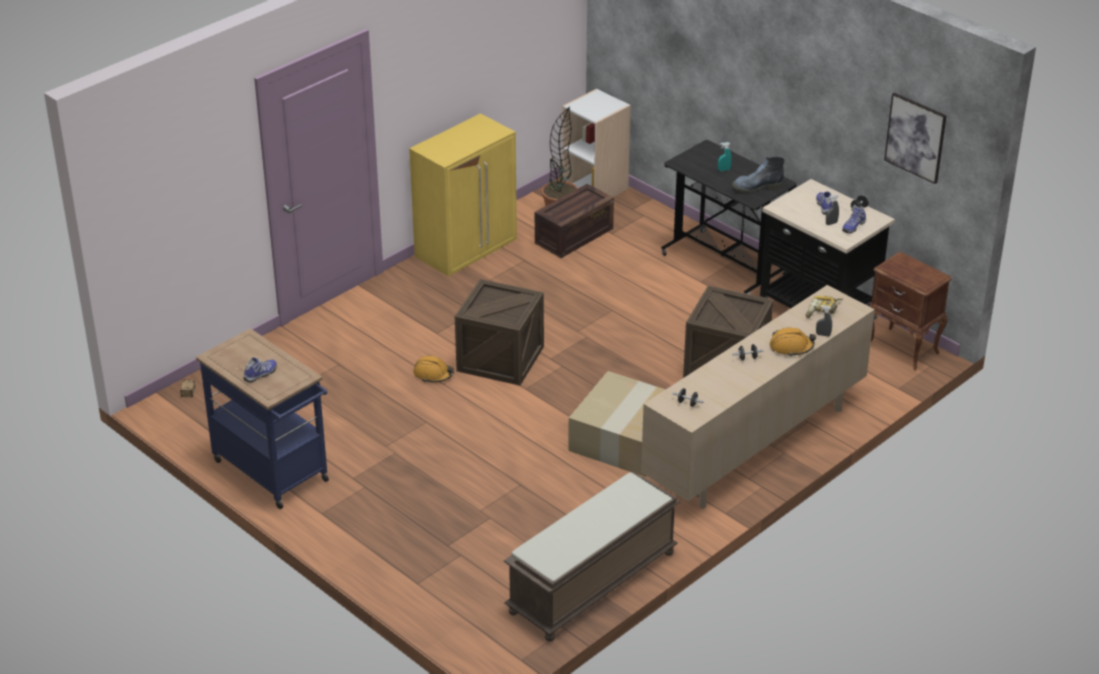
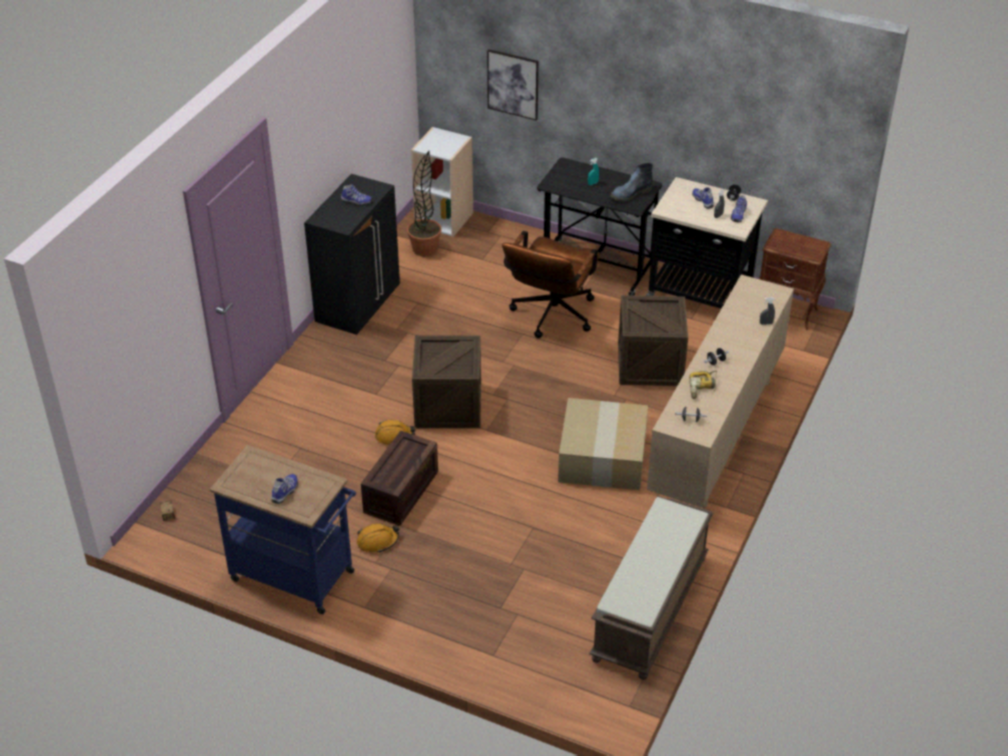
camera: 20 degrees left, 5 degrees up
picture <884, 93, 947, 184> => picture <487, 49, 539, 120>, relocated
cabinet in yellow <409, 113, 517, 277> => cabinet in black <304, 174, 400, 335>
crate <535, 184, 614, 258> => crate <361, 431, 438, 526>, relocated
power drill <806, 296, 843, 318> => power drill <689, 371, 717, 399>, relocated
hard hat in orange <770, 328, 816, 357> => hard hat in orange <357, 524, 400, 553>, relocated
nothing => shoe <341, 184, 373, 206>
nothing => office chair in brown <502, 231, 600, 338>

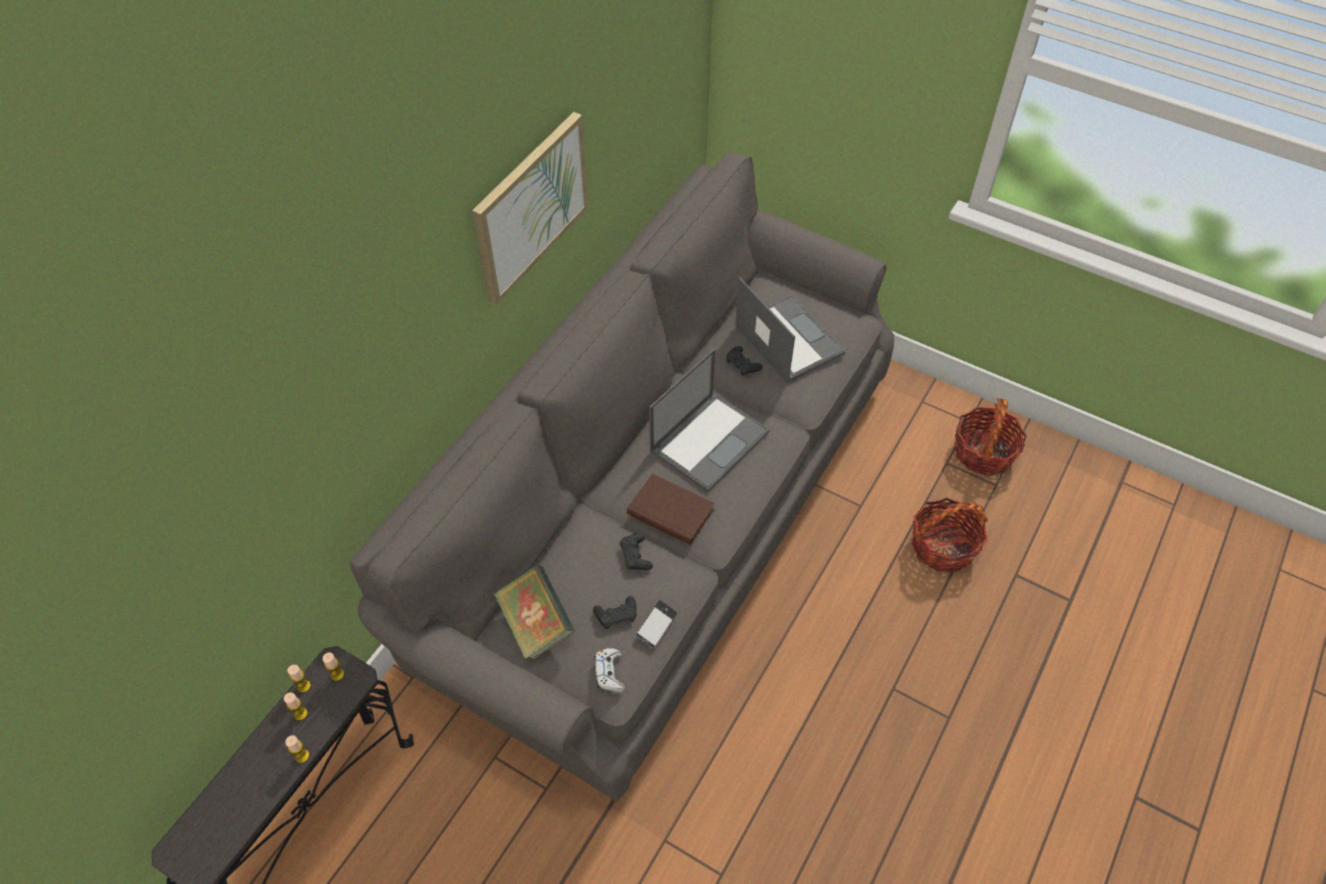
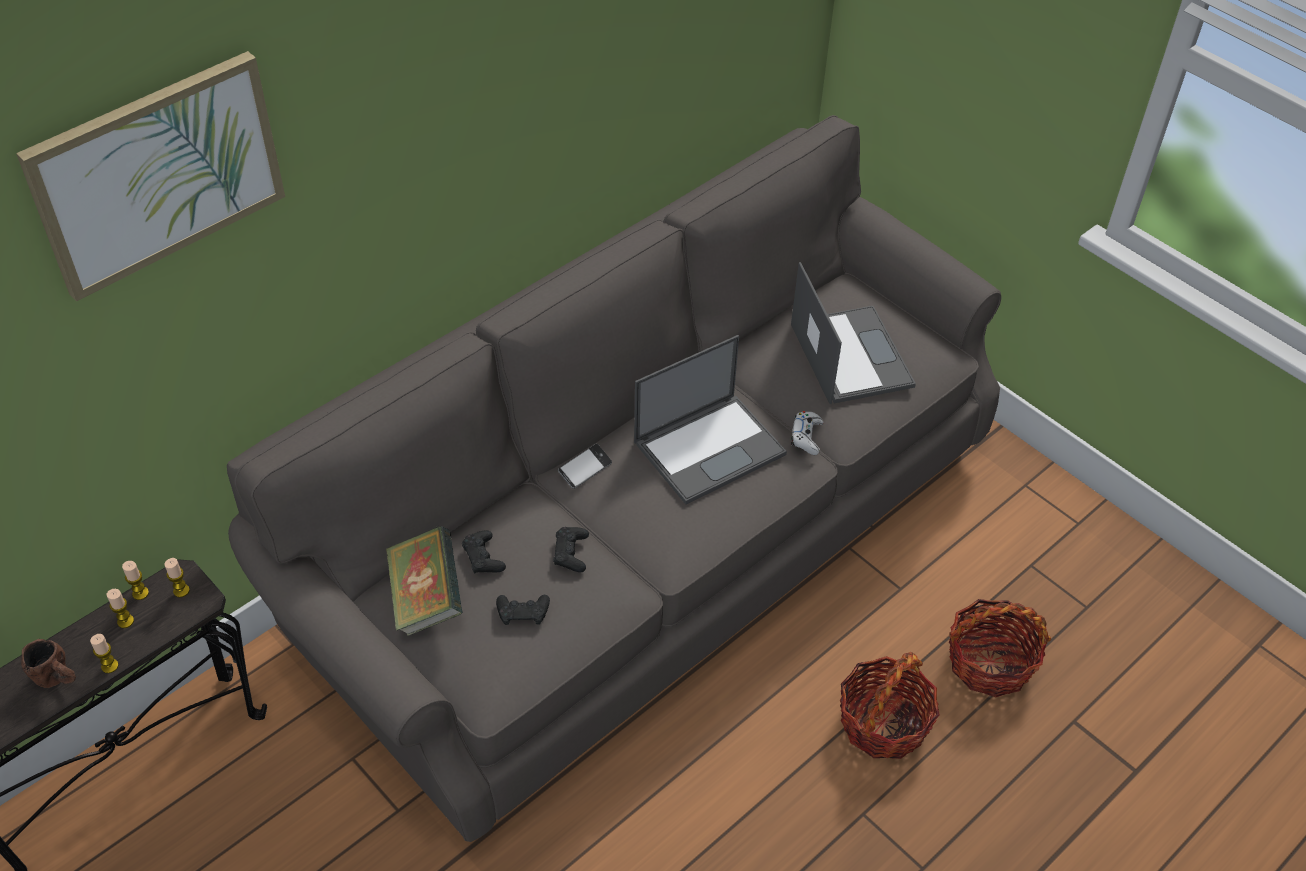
camera: 15 degrees right, 5 degrees down
picture <472, 112, 589, 305> => picture <16, 51, 285, 301>, relocated
game controller in black <726, 346, 763, 376> => game controller in black <462, 531, 506, 574>, relocated
basket <955, 398, 1027, 476> => basket <840, 652, 940, 759>, relocated
book in brown <627, 474, 714, 545> => nothing
phone <636, 600, 677, 648> => phone <558, 444, 612, 489>, relocated
game controller in white <594, 648, 625, 692> => game controller in white <791, 411, 824, 455>, relocated
nothing => mug in brown <21, 639, 76, 688>

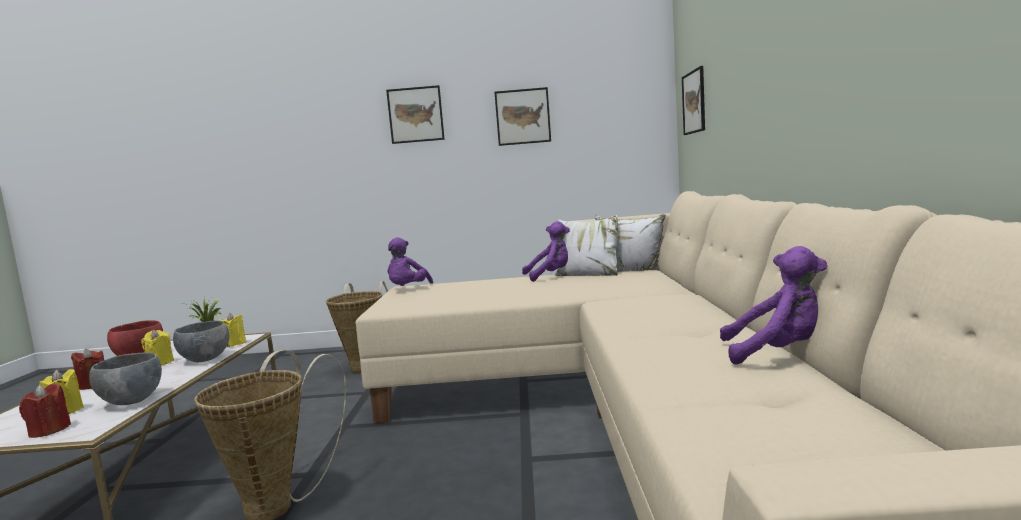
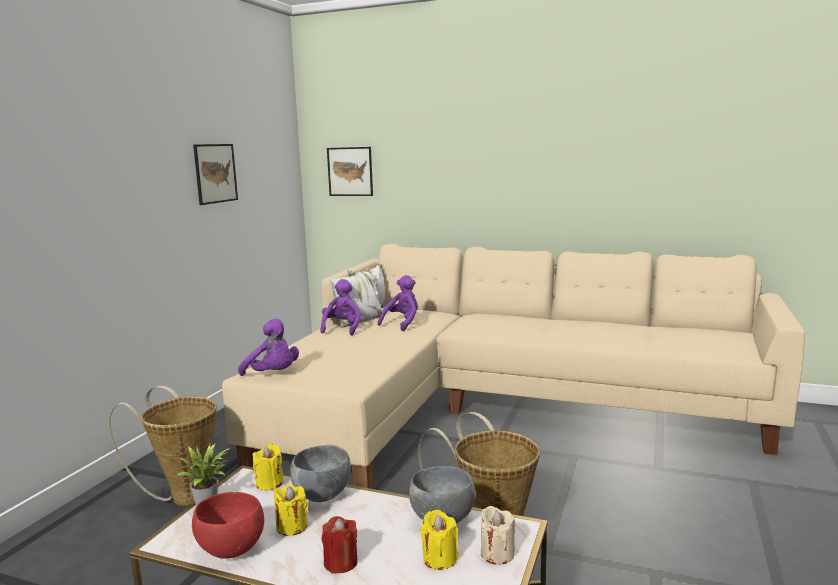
camera: 70 degrees left, 5 degrees up
picture <386, 85, 445, 144> => nothing
plush toy in purple <720, 246, 827, 365> => plush toy in purple <377, 275, 418, 331>, relocated
candle in red <19, 383, 71, 438> => candle in beige <481, 506, 516, 565>

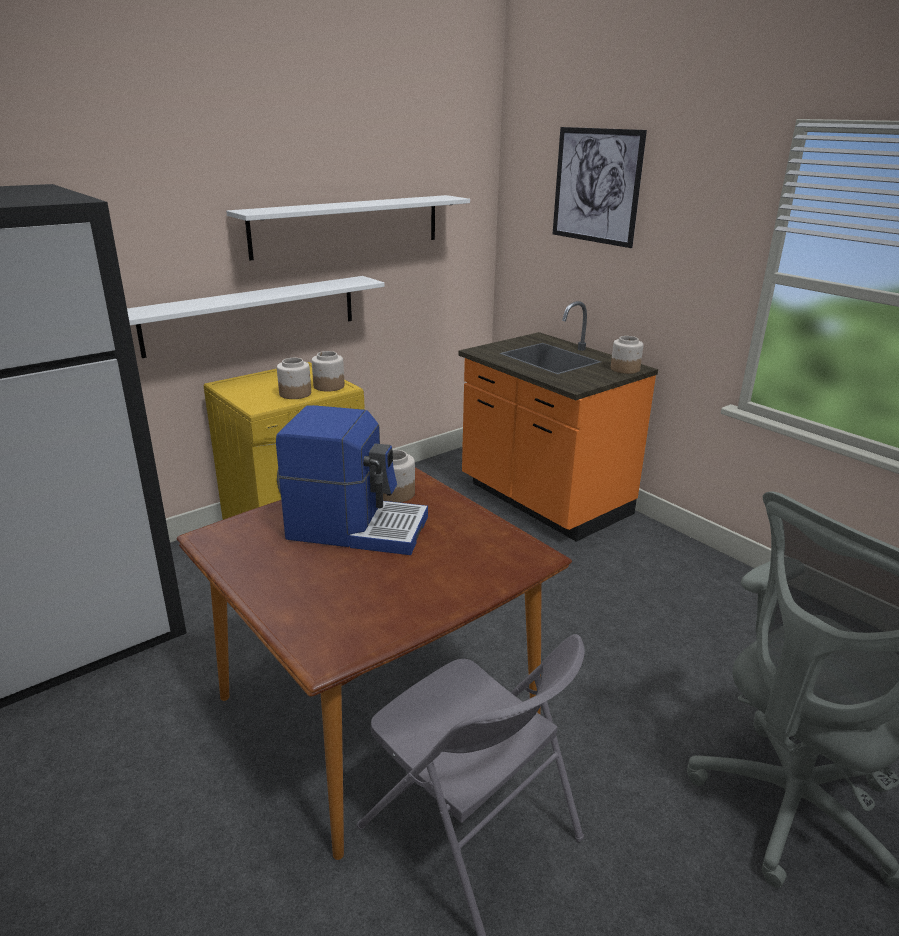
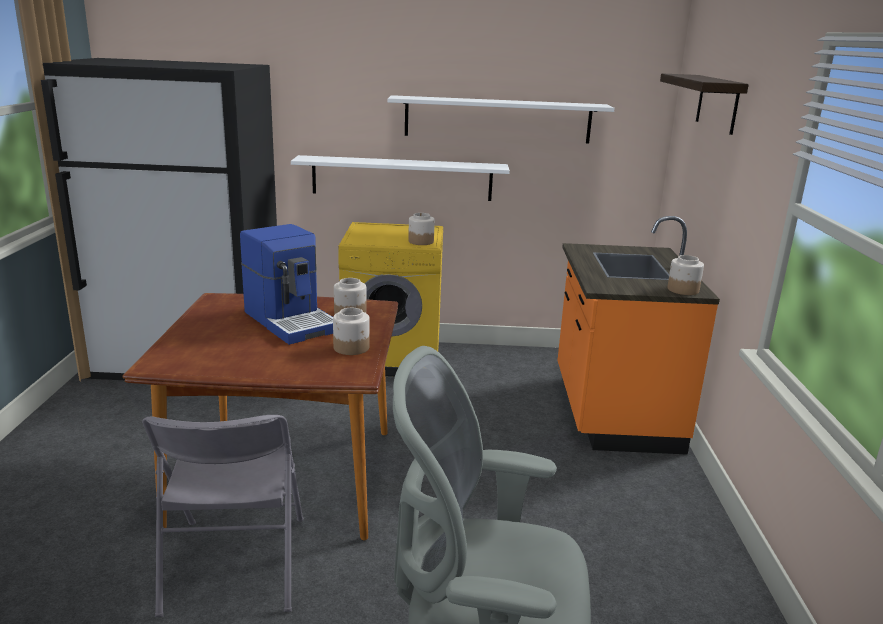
camera: 40 degrees right, 5 degrees down
picture <553, 127, 647, 248> => shelf <660, 73, 749, 135>
jar <277, 358, 311, 399> => jar <333, 308, 370, 355>, relocated

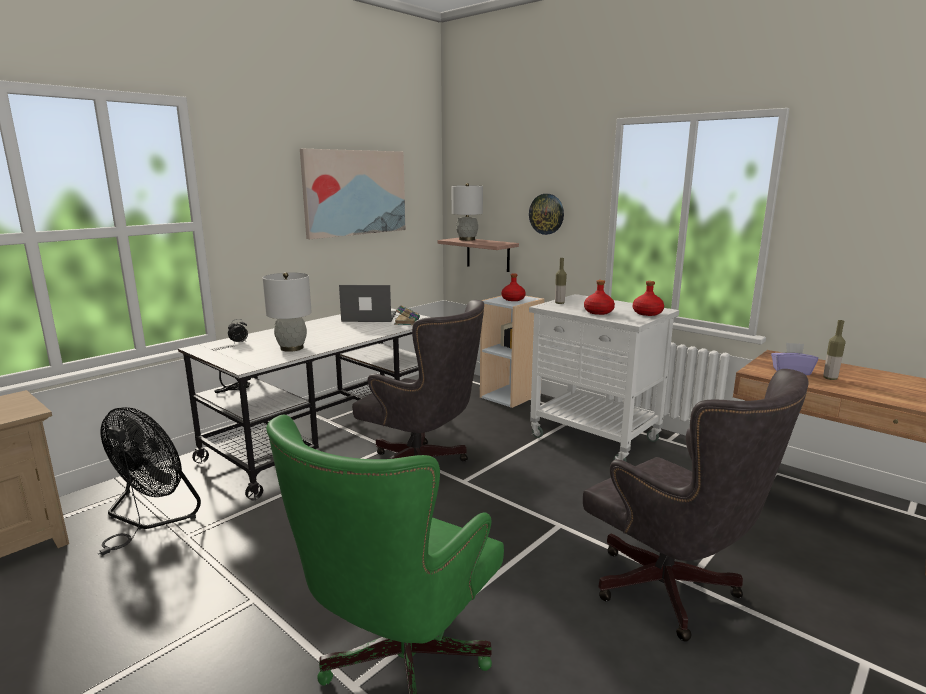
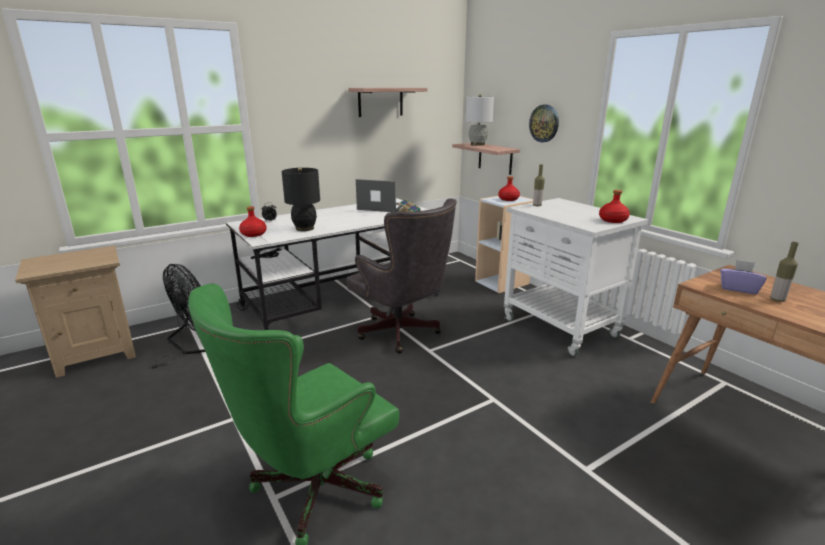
camera: 15 degrees right, 5 degrees up
picture <300, 149, 406, 239> => shelf <348, 88, 427, 117>
table lamp in white <263, 272, 312, 352> => table lamp in black <282, 167, 320, 231>
bottle in red <584, 280, 615, 315> => bottle in red <239, 206, 267, 237>, relocated
office chair in grey <583, 369, 809, 642> => nothing

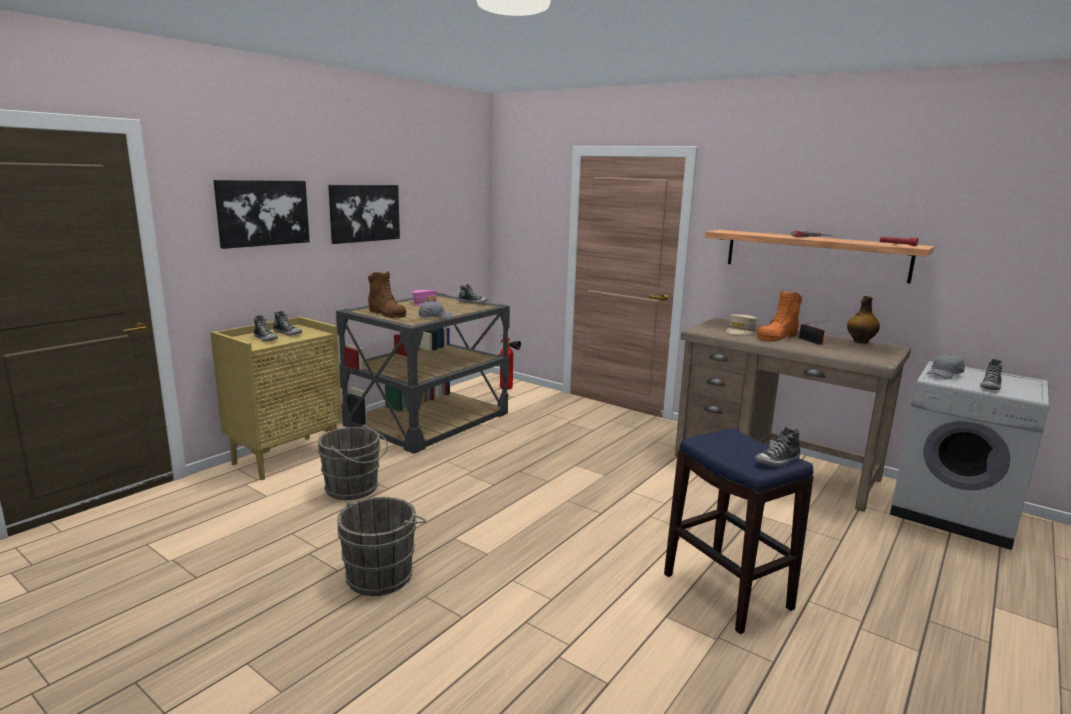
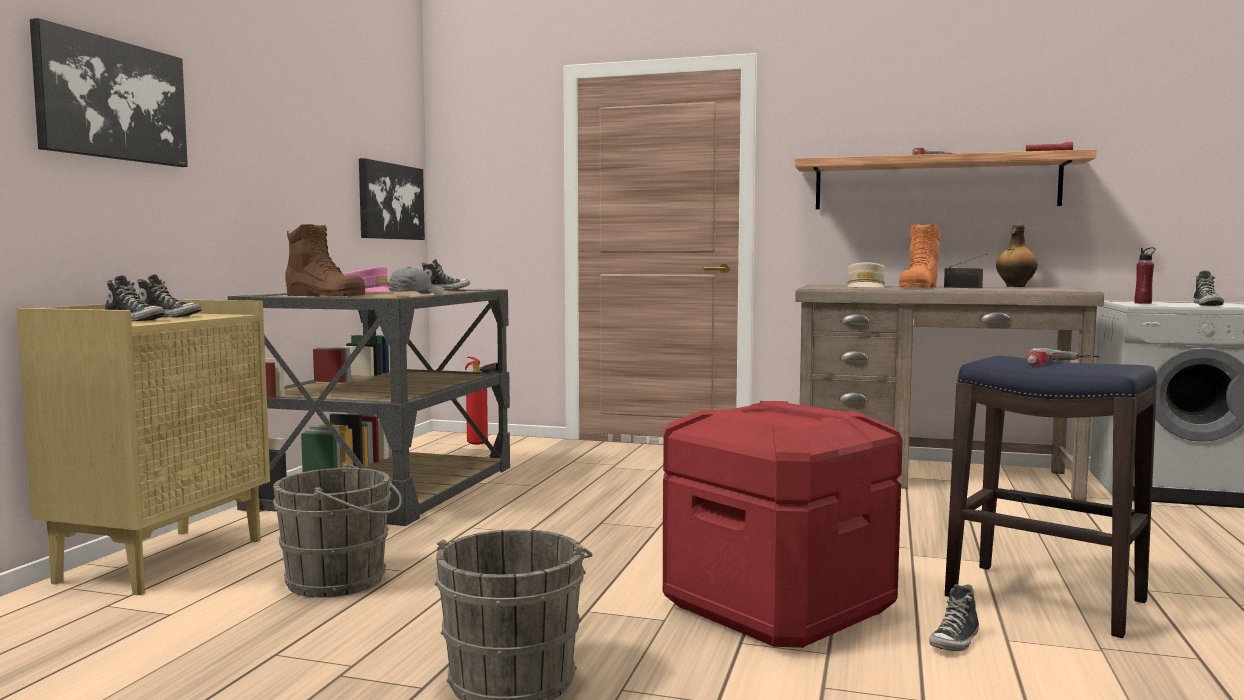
camera: 20 degrees left, 10 degrees down
picture <328, 185, 400, 244> => picture <359, 158, 425, 240>, relocated
cap in grey <927, 354, 965, 379> => bottle in red <1134, 247, 1156, 304>
shoe <755, 427, 801, 467> => shoe <929, 584, 979, 651>, relocated
nothing => power drill <1027, 348, 1099, 365>
nothing => storage box in red <663, 401, 903, 648>

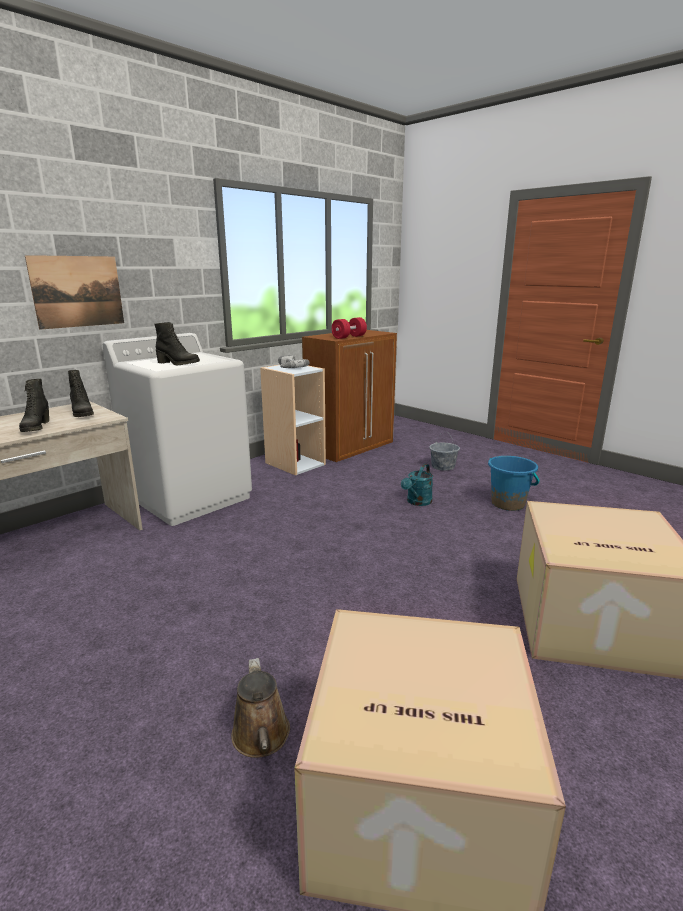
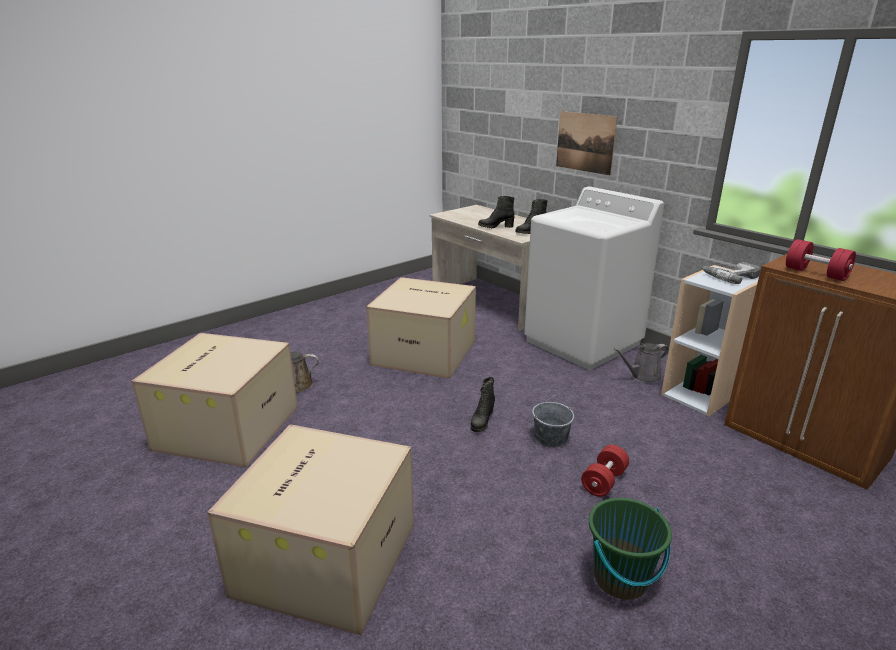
camera: 95 degrees right, 5 degrees up
boot in black <154, 322, 200, 365> => boot in black <471, 377, 495, 432>, relocated
bucket in grey <429, 435, 460, 471> => bucket in grey <532, 395, 574, 448>, relocated
bucket in blue <488, 456, 540, 511> => bucket in green <589, 498, 672, 600>
watering can in turquoise <401, 464, 433, 506> => dumbbell in red <581, 445, 629, 497>
nothing => cardboard box <366, 277, 476, 379>
nothing => watering can in grey <614, 343, 669, 383>

